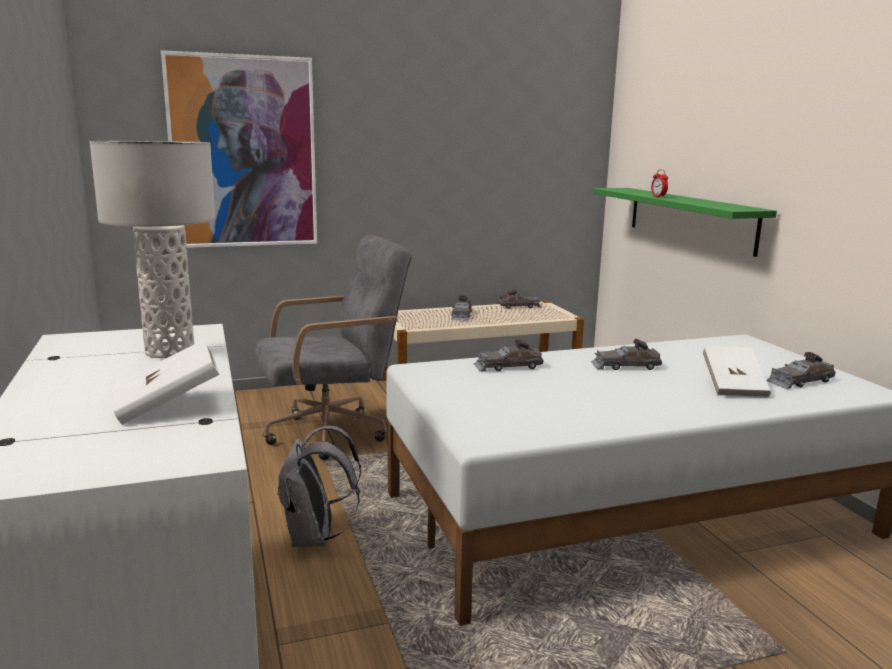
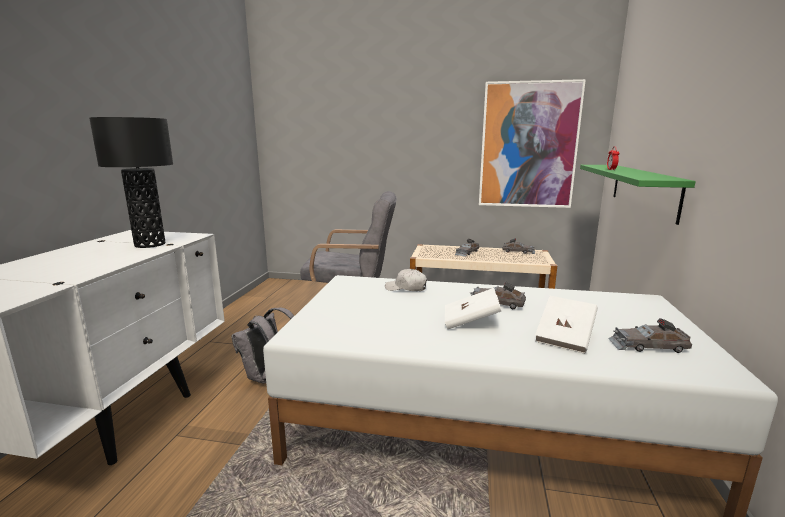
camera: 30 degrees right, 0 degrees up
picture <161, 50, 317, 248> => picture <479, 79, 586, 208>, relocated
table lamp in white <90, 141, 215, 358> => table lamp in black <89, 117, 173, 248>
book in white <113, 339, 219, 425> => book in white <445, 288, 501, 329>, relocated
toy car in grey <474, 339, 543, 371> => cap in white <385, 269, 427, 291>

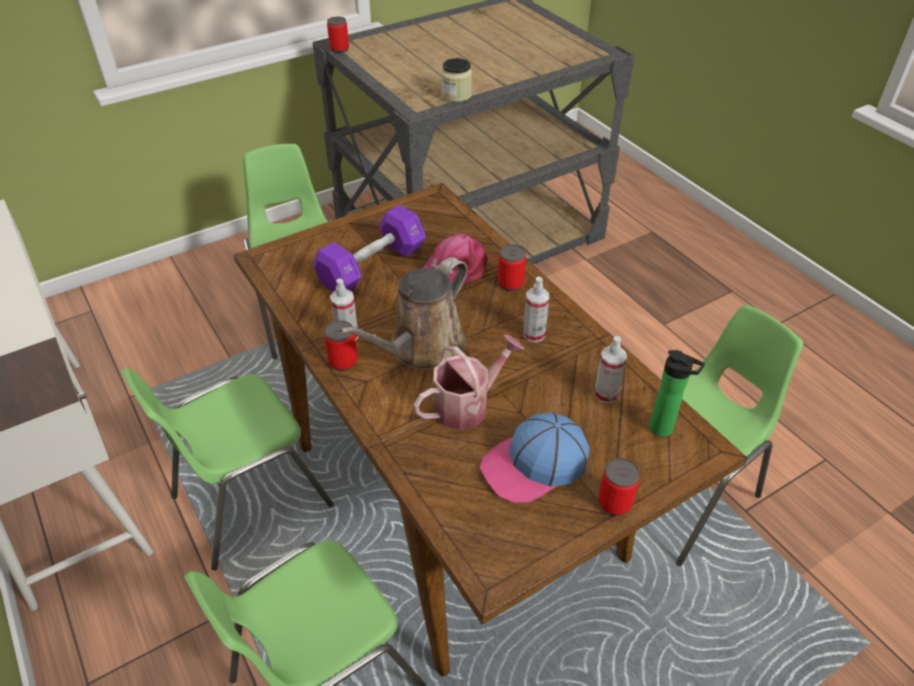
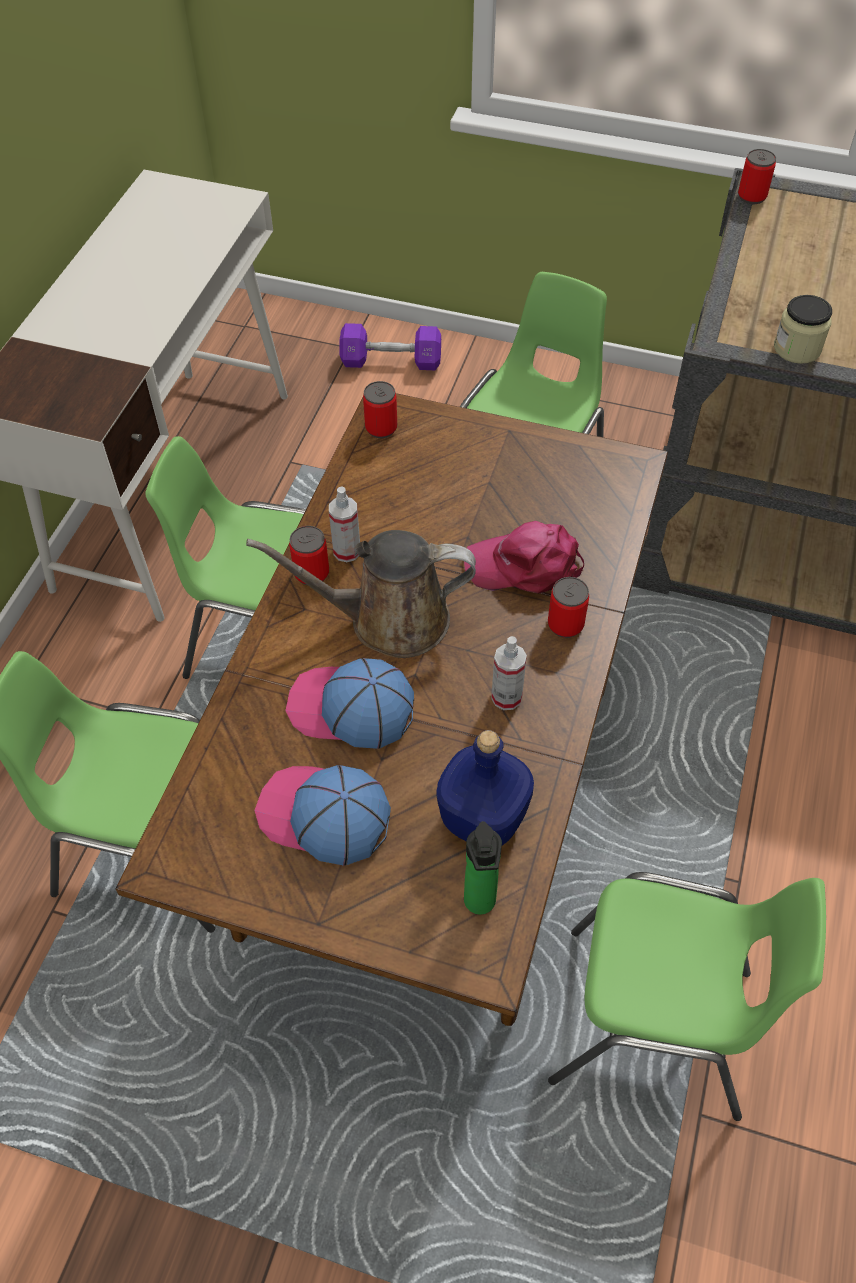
camera: 50 degrees right, 10 degrees up
dumbbell in purple <313, 205, 426, 292> => dumbbell in purple <339, 323, 441, 370>, relocated
watering can <413, 335, 525, 430> => cap <285, 658, 414, 749>
spray bottle <594, 336, 627, 404> => bottle in blue <437, 730, 534, 845>
can <598, 458, 640, 515> => can <363, 381, 397, 438>, relocated

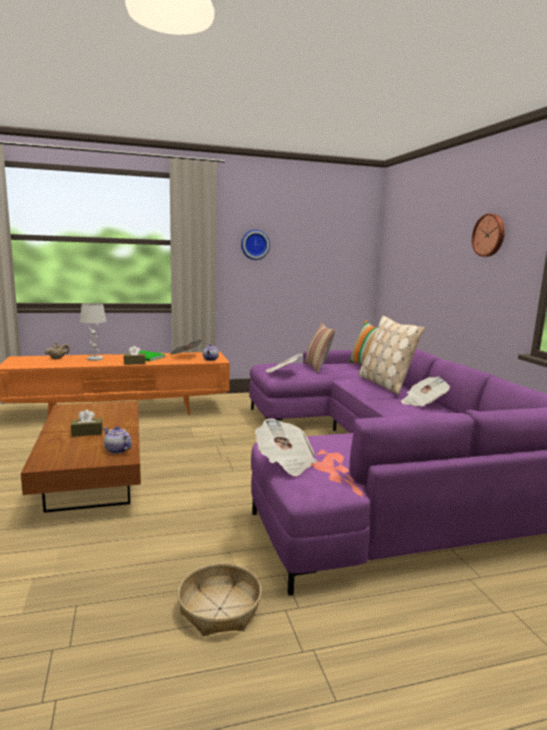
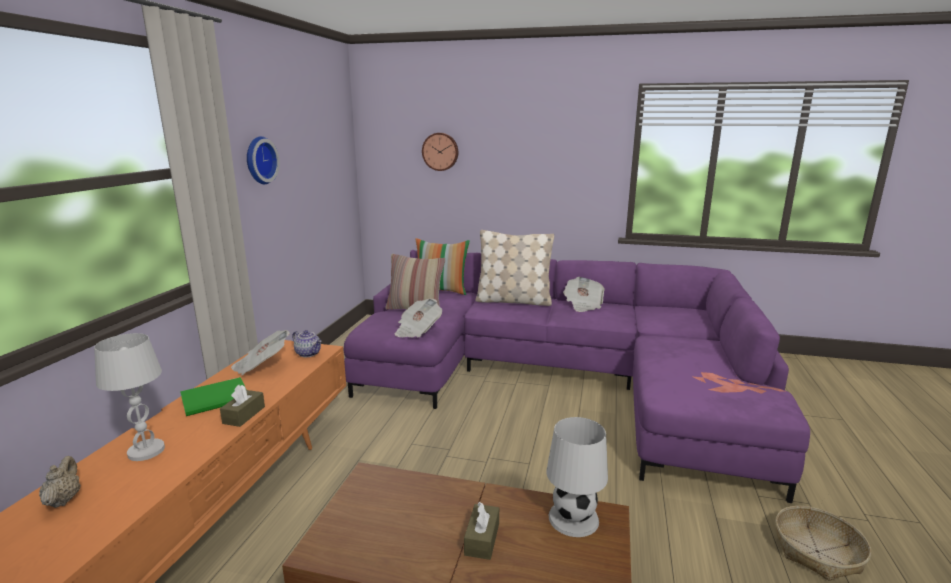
camera: 60 degrees left, 5 degrees up
wall clock <472, 213, 505, 257> => wall clock <422, 133, 458, 171>, relocated
newspaper <255, 419, 317, 476> => nothing
teapot <103, 426, 132, 454> => table lamp in white <546, 417, 608, 537>

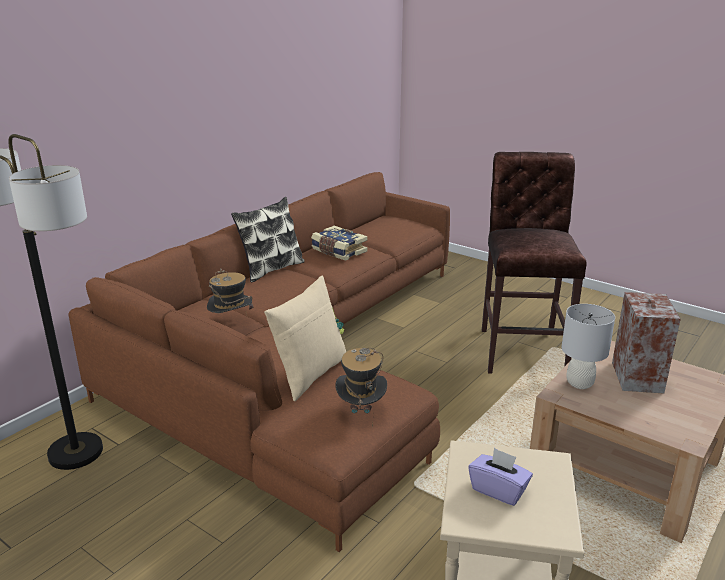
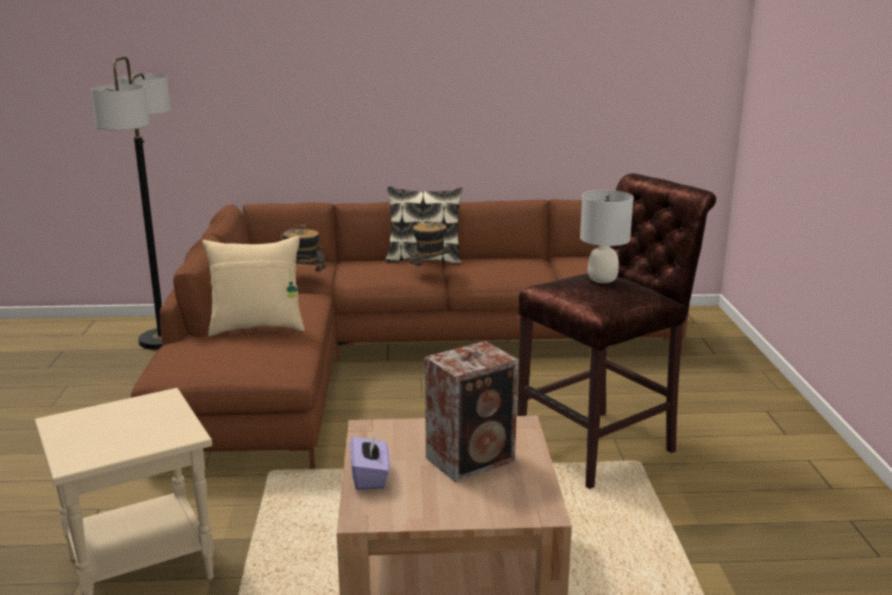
camera: 50 degrees right, 5 degrees down
book <311, 226, 368, 260> => nothing
table lamp in grey <561, 304, 615, 389> => table lamp in grey <580, 190, 634, 283>, relocated
hat <335, 348, 387, 428> => hat <408, 222, 451, 280>, relocated
tissue box in purple <468, 448, 533, 506> => tissue box in purple <350, 431, 390, 490>, relocated

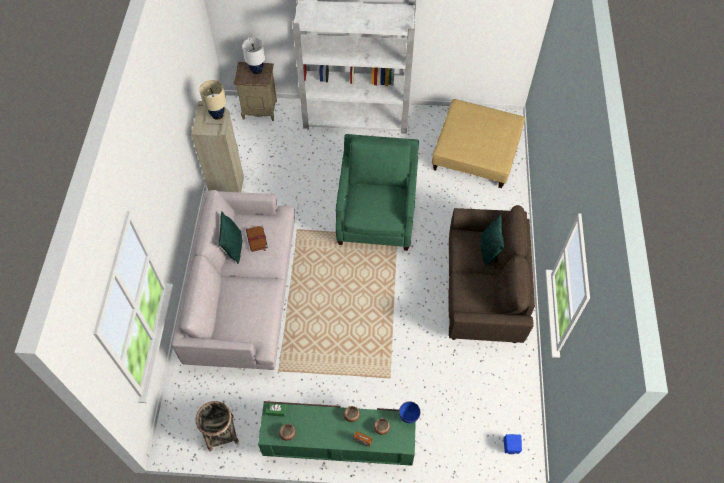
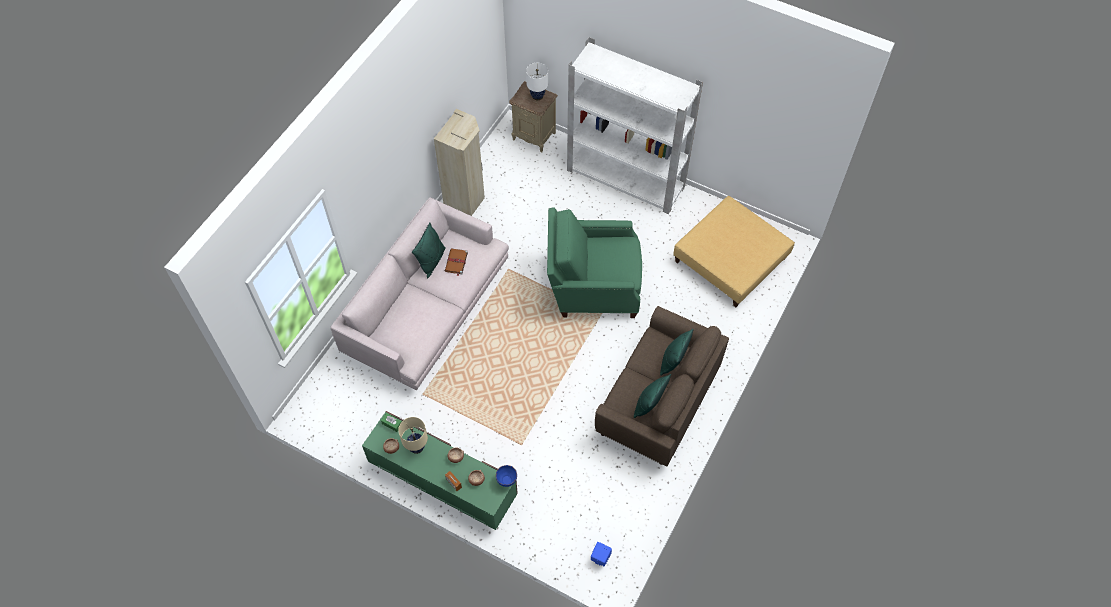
camera: 25 degrees right, 0 degrees up
table lamp in beige <199, 80, 226, 120> => table lamp in beige <398, 417, 428, 454>, relocated
armchair in green <336, 134, 419, 251> => armchair in green <547, 207, 642, 318>, 120 degrees counterclockwise
basket <196, 401, 239, 451> => nothing
nothing => pillow in green <634, 374, 671, 418>

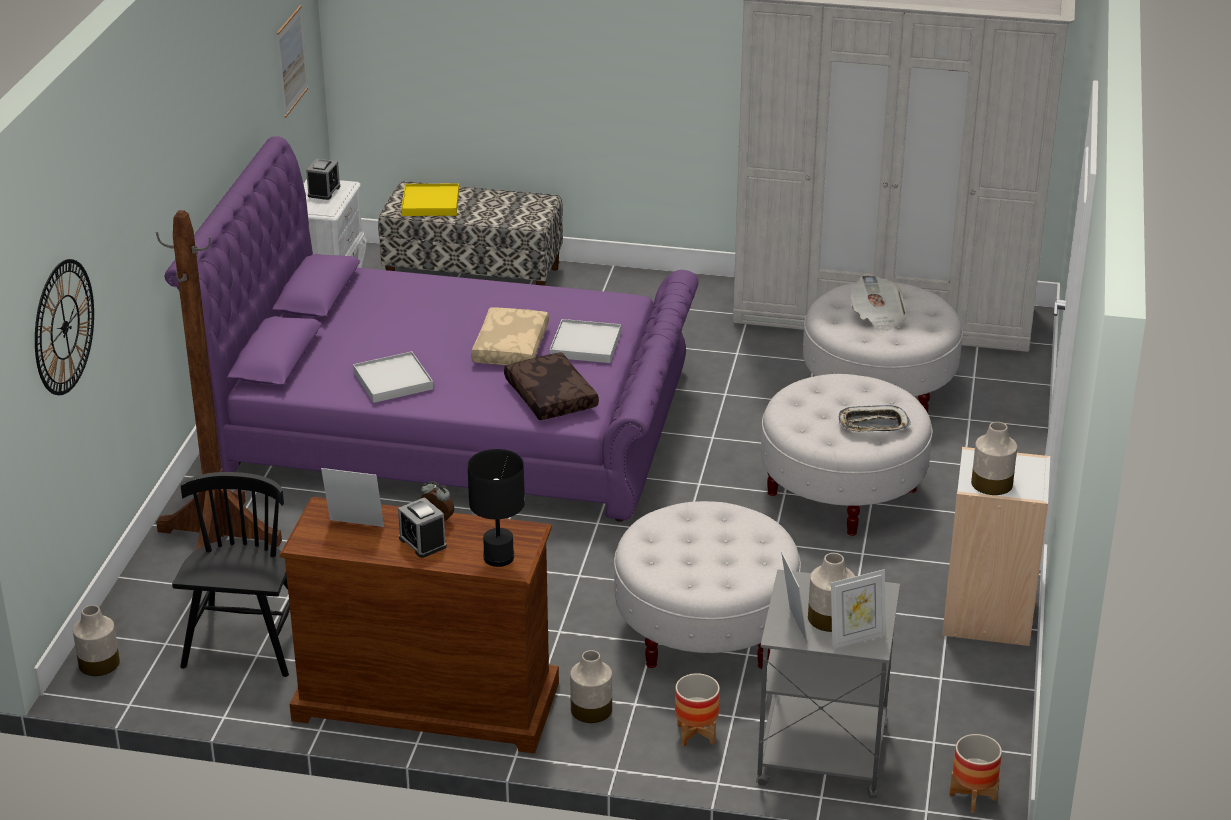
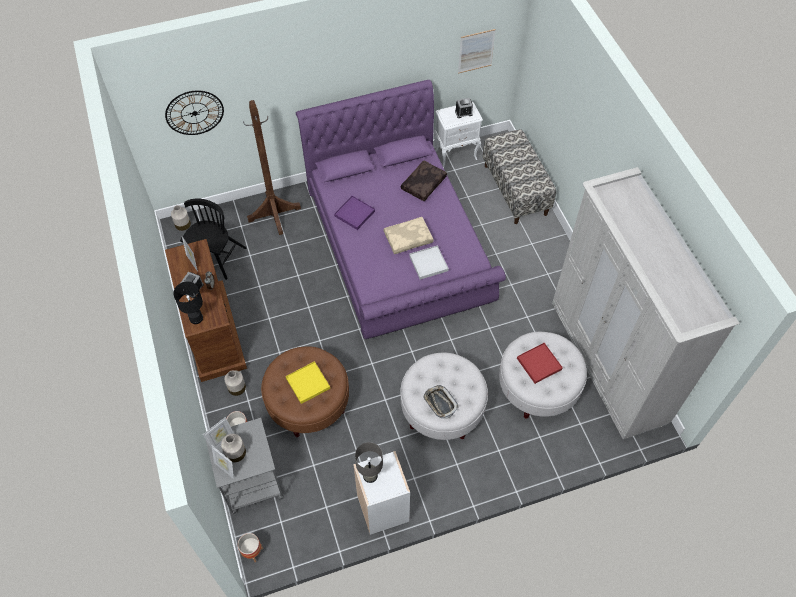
camera: 60 degrees right, 25 degrees up
tray in yellow <401, 184, 459, 216> => tray in yellow <286, 361, 330, 404>, relocated
newspaper <850, 274, 907, 333> => tray in red <517, 343, 563, 384>
tray in white <353, 351, 433, 403> => tray in purple <334, 196, 375, 230>
pillow in brown <504, 352, 599, 420> => pillow in brown <401, 160, 447, 201>, relocated
vase in beige <971, 422, 1017, 495> => table lamp in grey <355, 442, 383, 483>
chair in black <172, 472, 290, 677> => chair in black <180, 198, 247, 280>, 45 degrees counterclockwise
ottoman in white <614, 501, 801, 669> => ottoman in brown <261, 346, 349, 437>

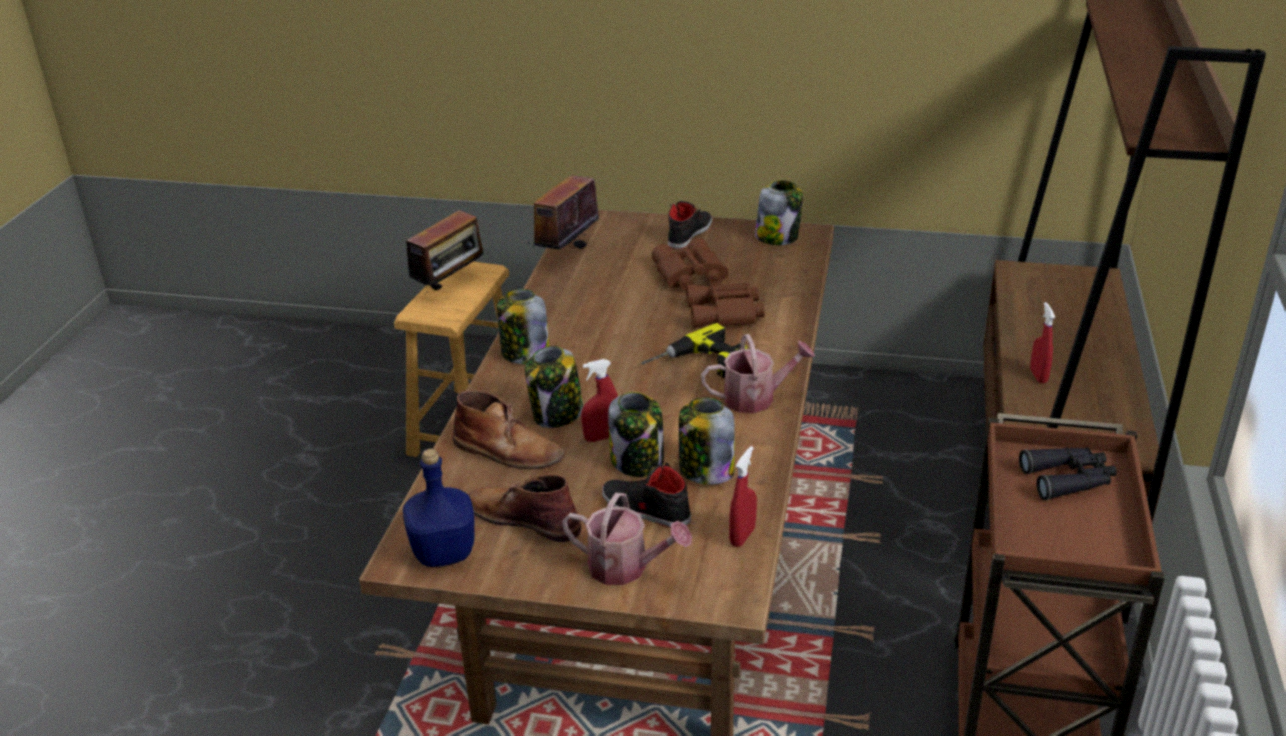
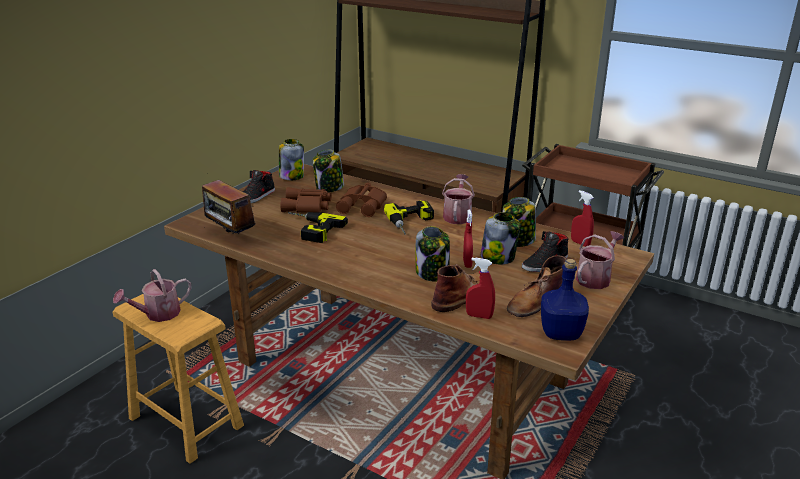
camera: 70 degrees left, 5 degrees down
shoe in black <668, 201, 712, 249> => shoe in black <243, 170, 275, 203>, 105 degrees counterclockwise
radio <406, 210, 489, 293> => watering can <113, 269, 192, 322>
jar <497, 289, 549, 364> => jar <312, 150, 344, 193>, relocated
spray bottle in red <1030, 302, 1055, 383> => spray bottle in red <466, 257, 495, 319>, relocated
binoculars in black <1019, 447, 1117, 500> => nothing
nothing => power drill <288, 212, 348, 243>

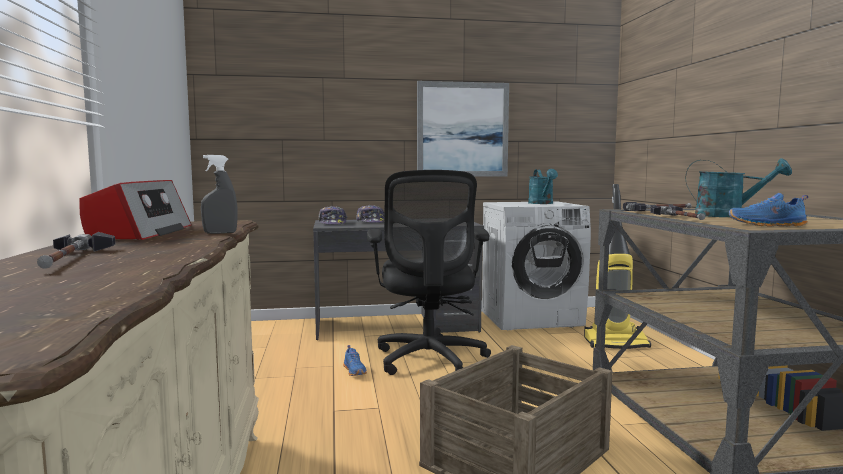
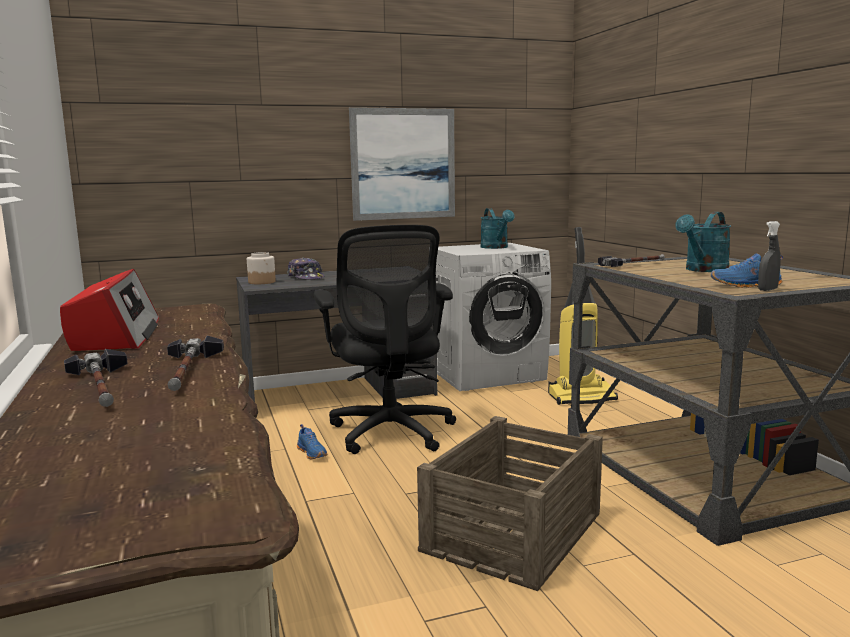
camera: 10 degrees left, 5 degrees up
spray bottle in grey <201, 155, 238, 234> => spray bottle in grey <758, 221, 781, 291>, relocated
watering can in turquoise <686, 158, 792, 217> => watering can in turquoise <675, 212, 731, 272>, 120 degrees clockwise
hammer <650, 205, 705, 220> => hammer <167, 336, 224, 391>, relocated
cap <318, 206, 347, 225> => jar <247, 252, 276, 284>

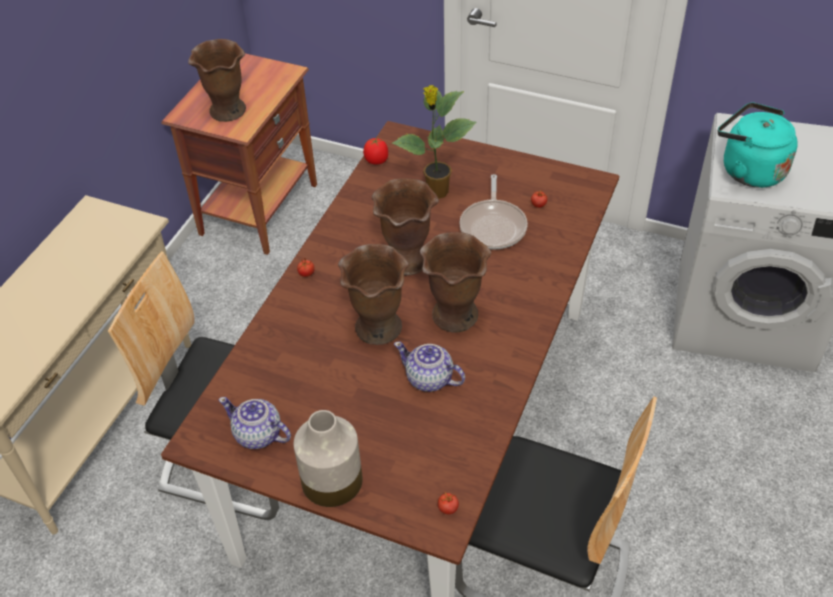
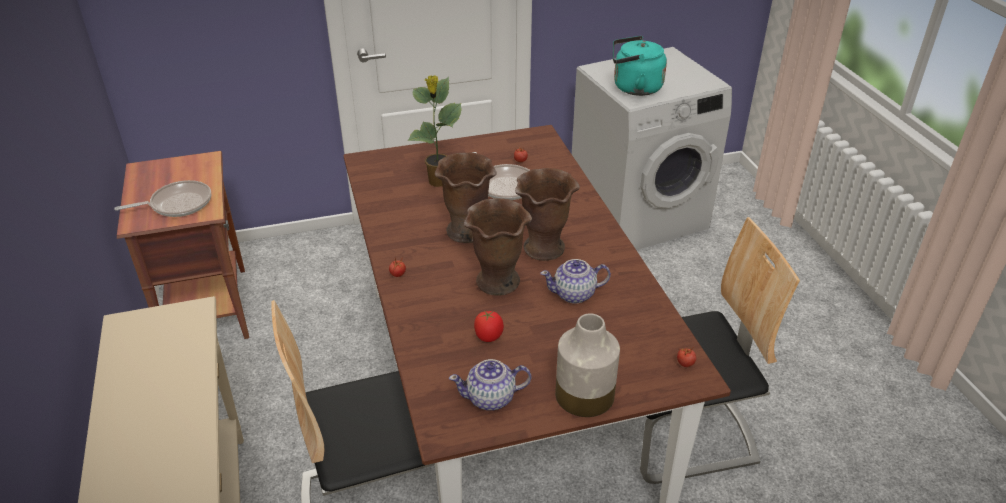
camera: 40 degrees left, 10 degrees down
vase in brown <188, 39, 246, 122> => frying pan <114, 180, 211, 217>
tomato <363, 138, 388, 165> => tomato <474, 310, 504, 342>, relocated

